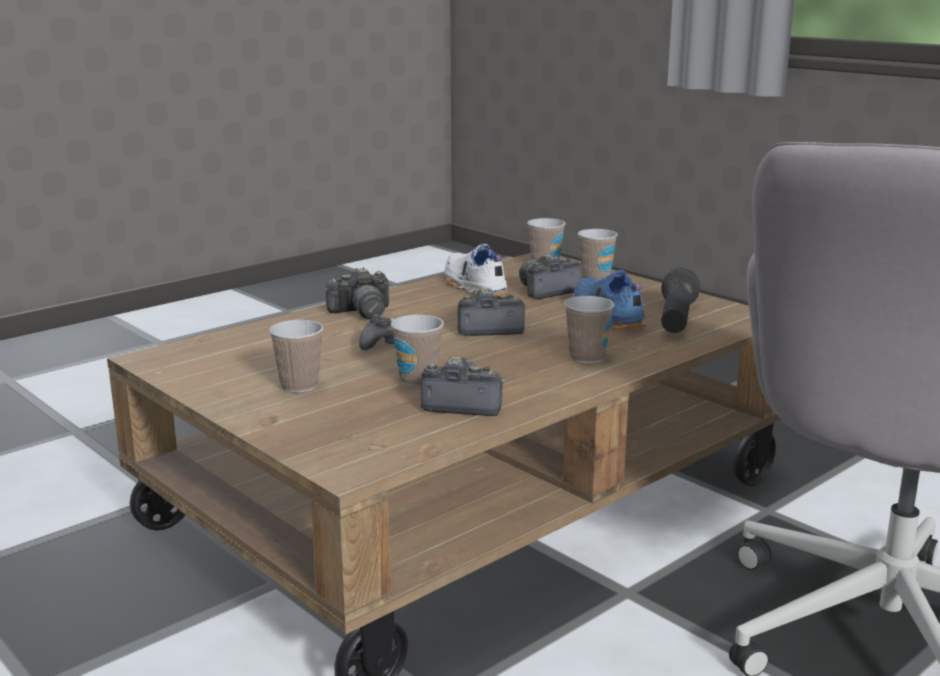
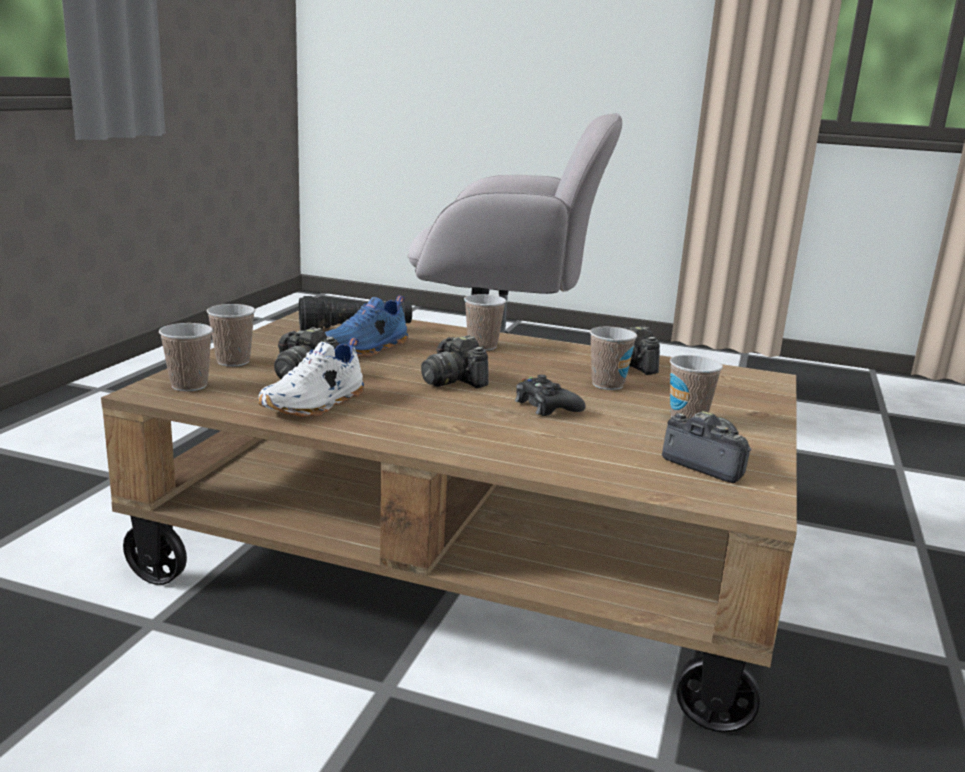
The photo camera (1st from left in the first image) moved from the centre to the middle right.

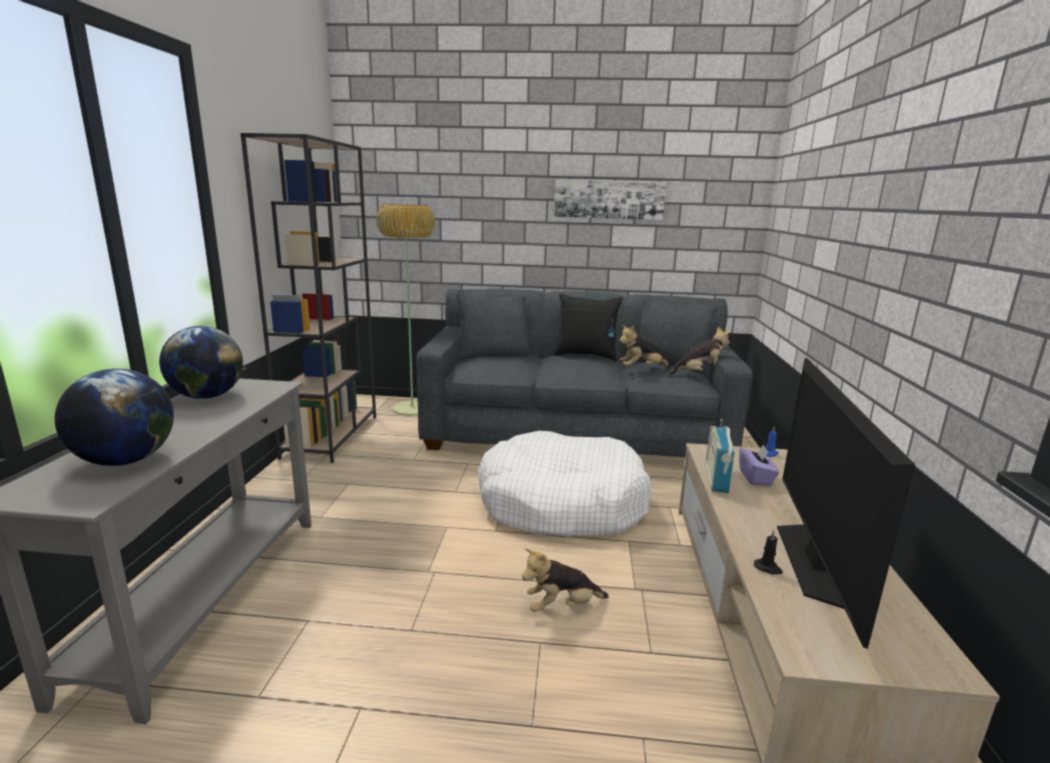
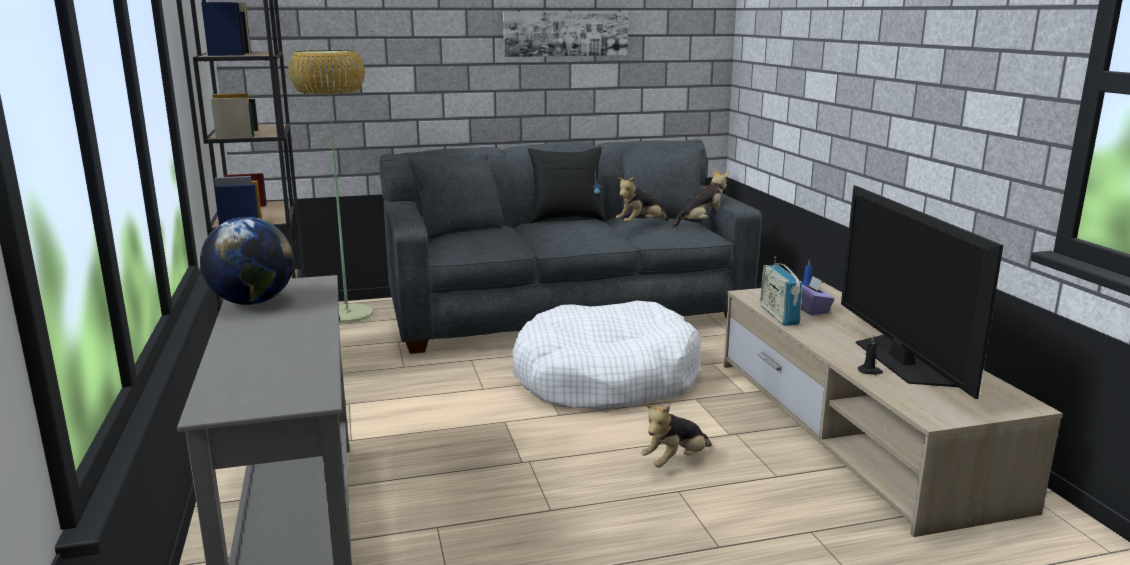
The globe (1st from left) at the middle left disappeared.

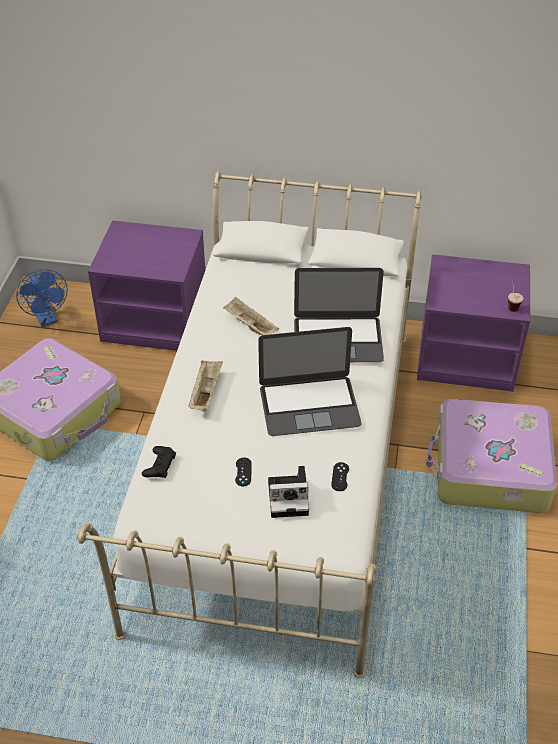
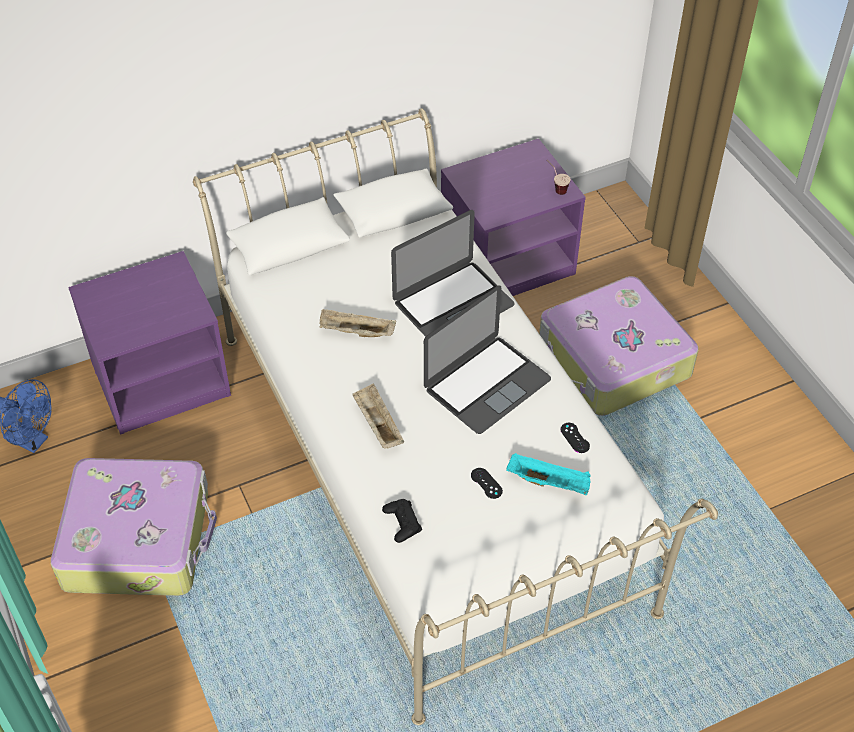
The photo camera at the centre was replaced by the tray (turquoise) at the centre.

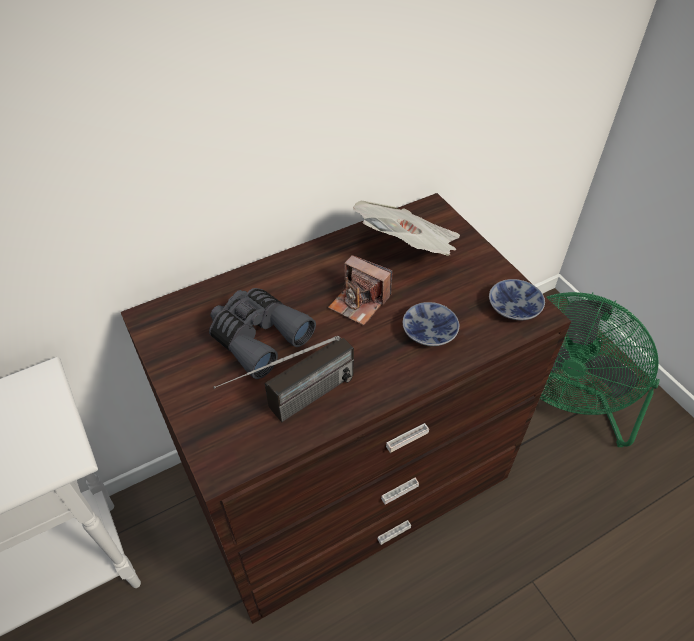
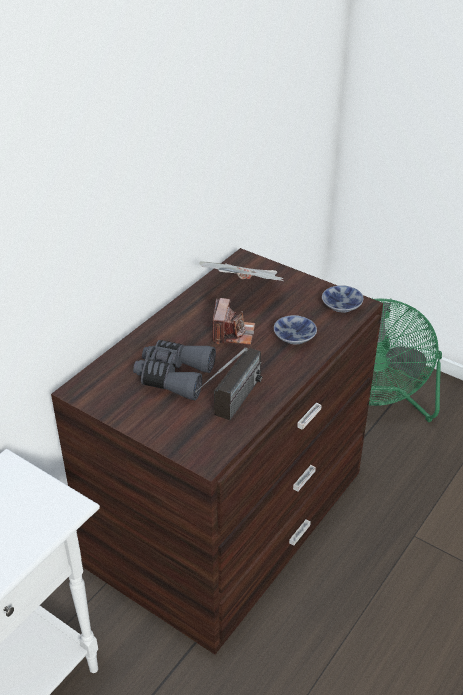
The photo camera at the centre turned 90 degrees counterclockwise.

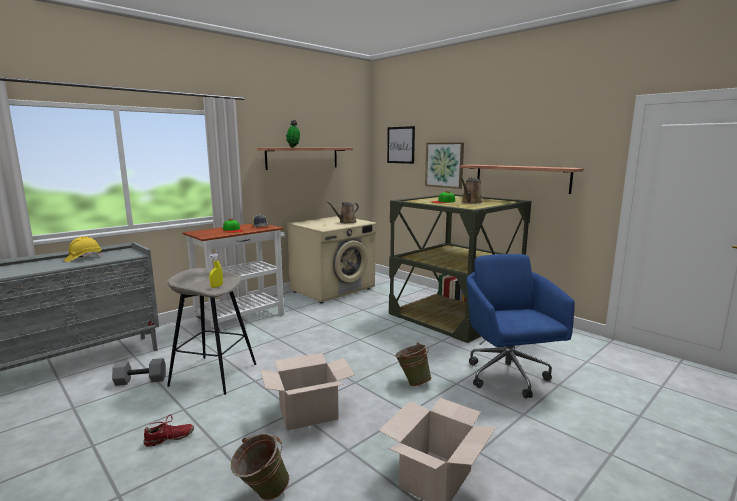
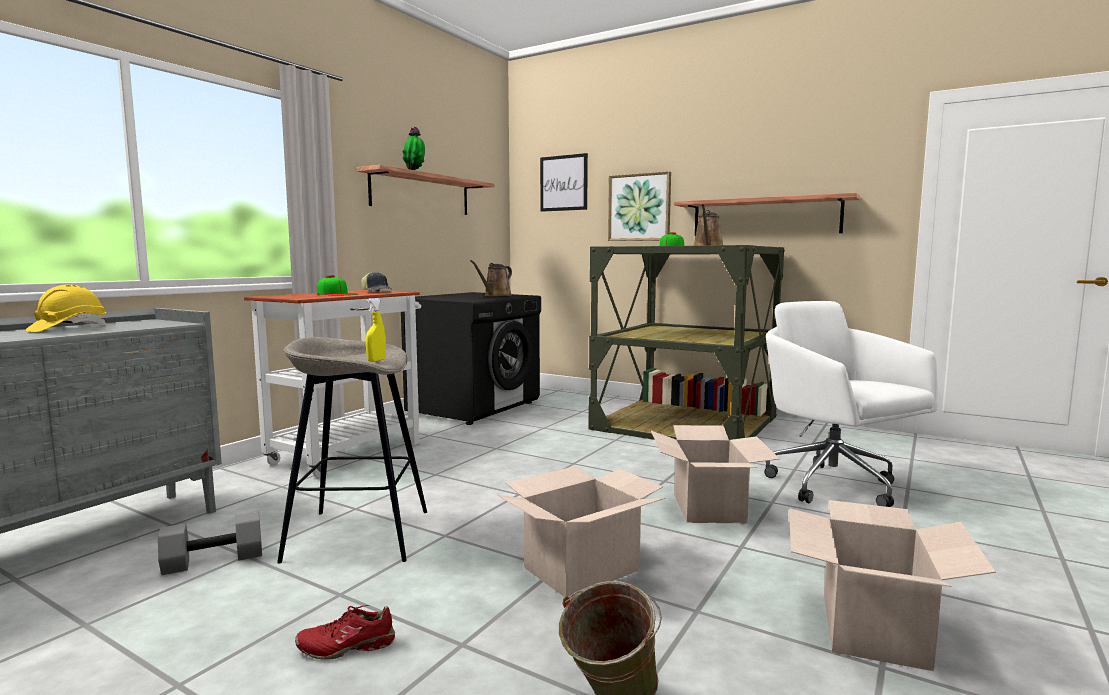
The shoe (red) at the bottom left turned 150 degrees counterclockwise.
The washing machine (beige) at the centre became the washing machine (black) at the centre.
The bucket (green) (2nd from left) at the bottom centre was replaced by the cardboard box (2nd from left) at the bottom centre.
The office chair (blue) at the middle right became the office chair (white) at the middle right.

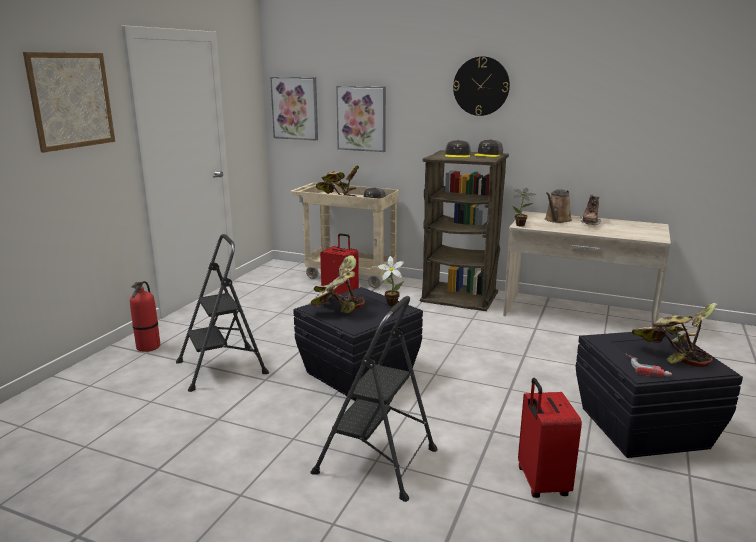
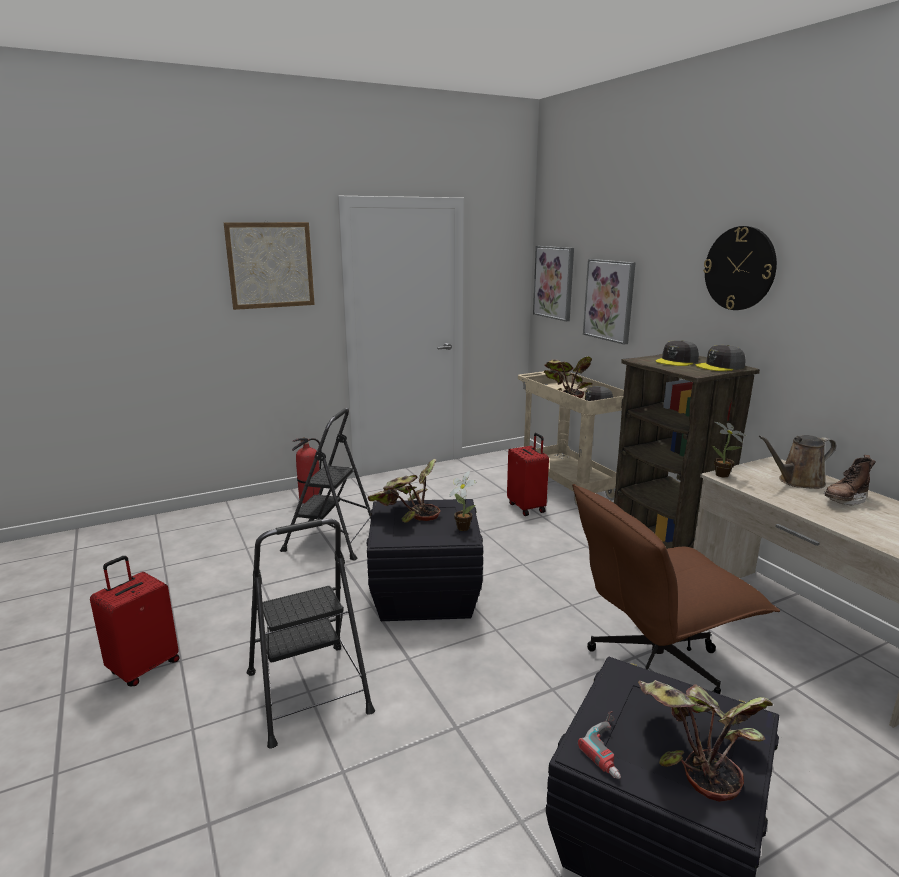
The suitcase (red) (2nd from left in the first image) moved from the bottom right to the bottom left.
The office chair (brown) at the bottom right appeared.

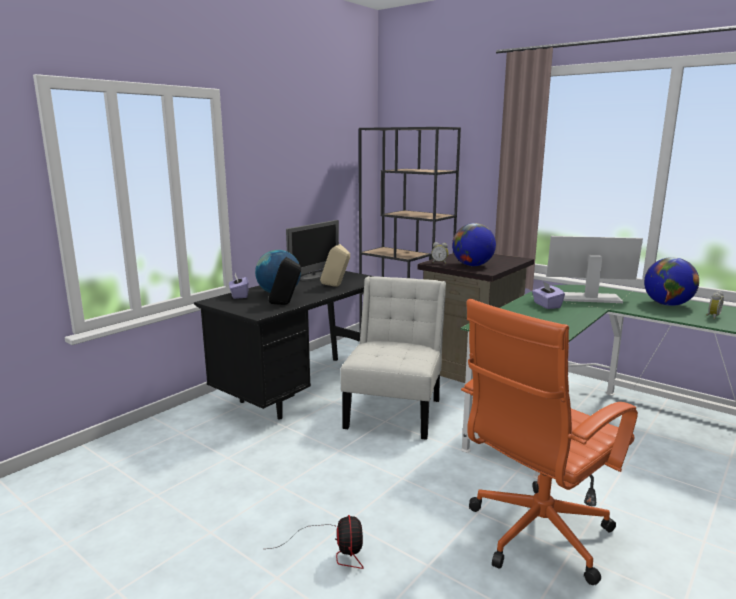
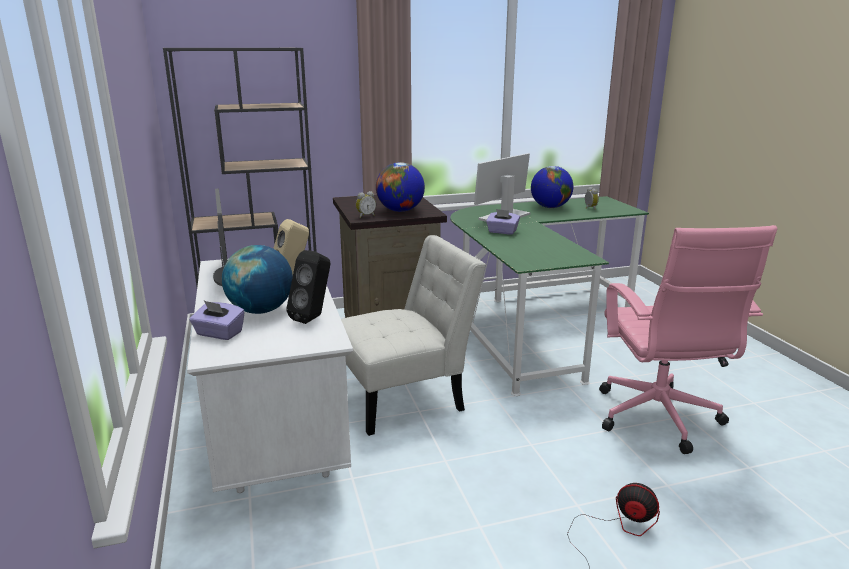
The desk (black) at the centre became the desk (white) at the middle left.
The chair (white) at the centre turned 105 degrees clockwise.
The office chair (orange) at the bottom right became the office chair (pink) at the middle right.

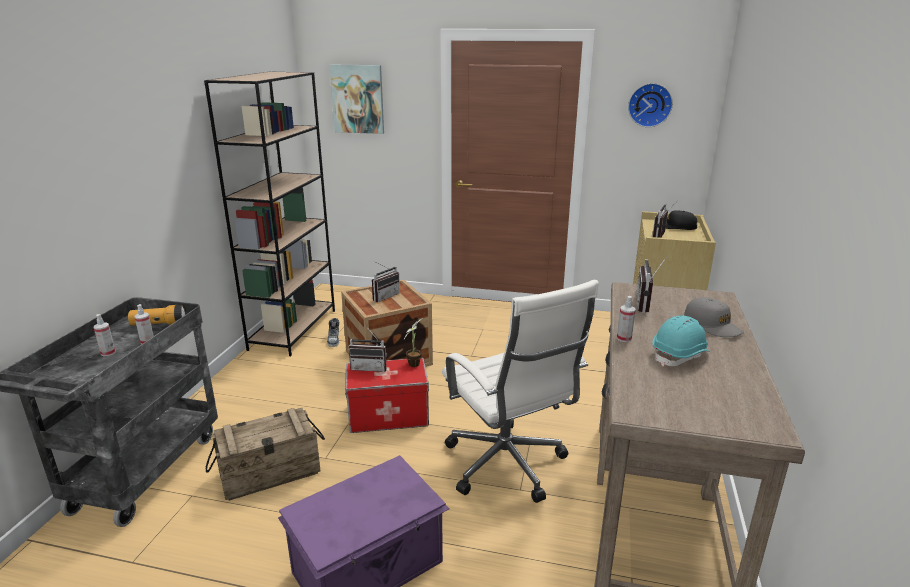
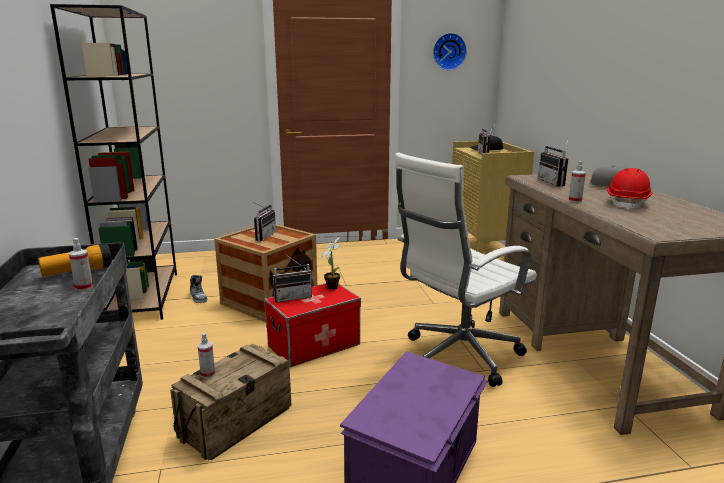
The spray bottle (1st from left in the first image) moved from the middle left to the bottom left.
The picture at the top centre disappeared.
The office chair (white) at the centre turned 105 degrees clockwise.
The hard hat (turquoise) at the middle right became the hard hat (red) at the middle right.

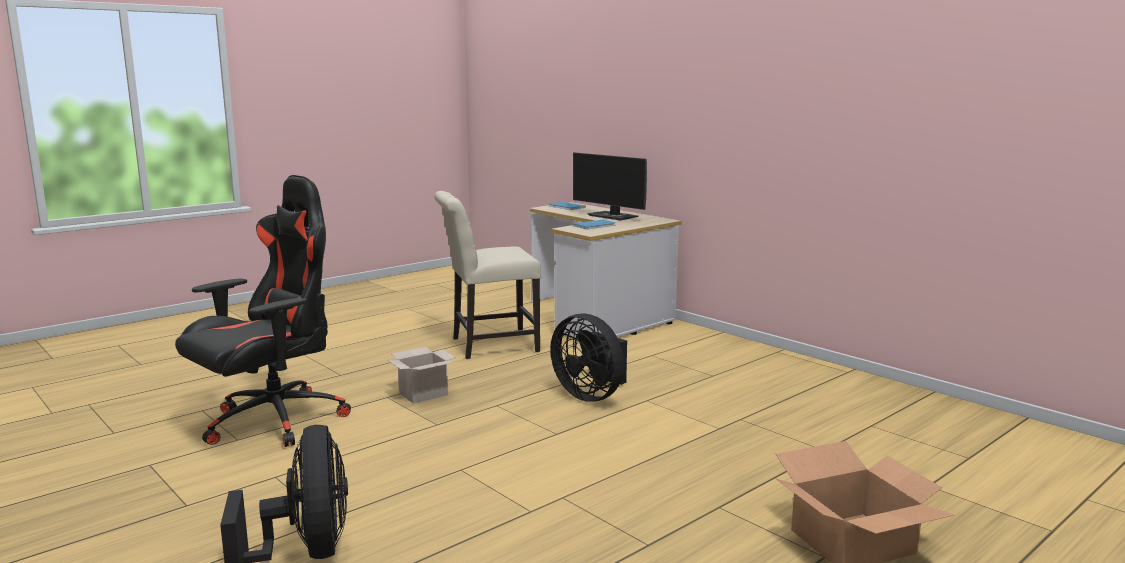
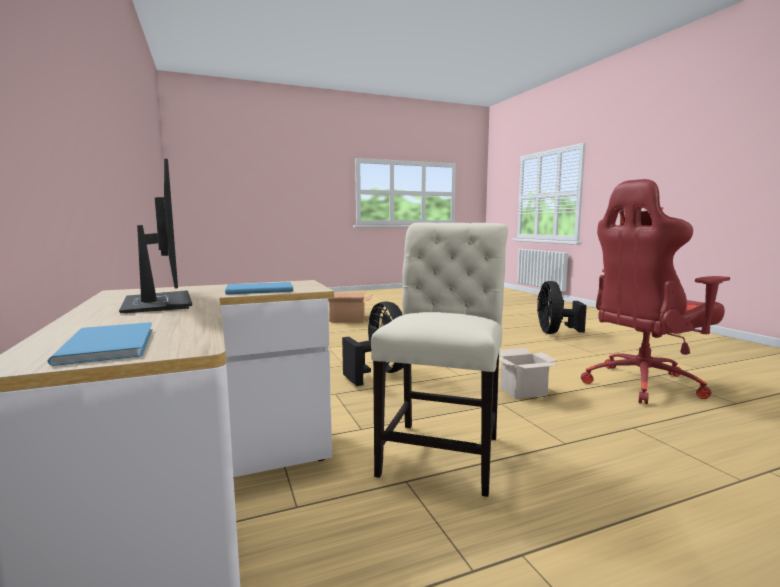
The office chair (black) at the middle left became the office chair (red) at the middle right.
The chair (beige) at the centre turned 75 degrees counterclockwise.

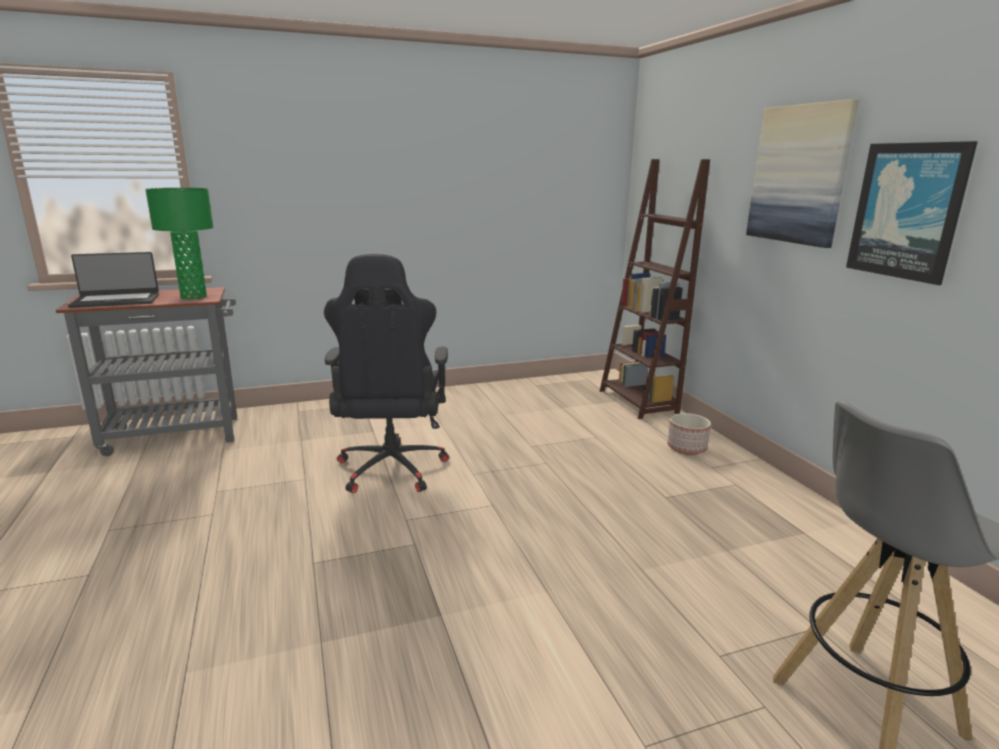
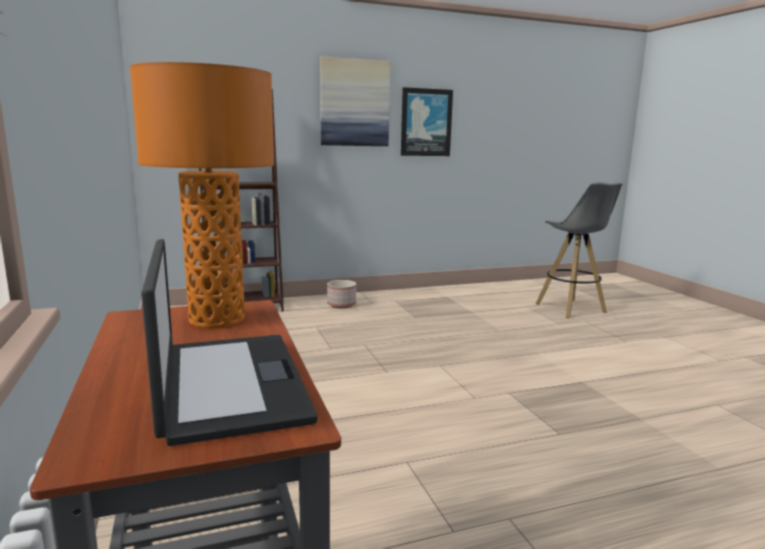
The table lamp (green) at the top left became the table lamp (orange) at the middle left.
The office chair (black) at the centre disappeared.

